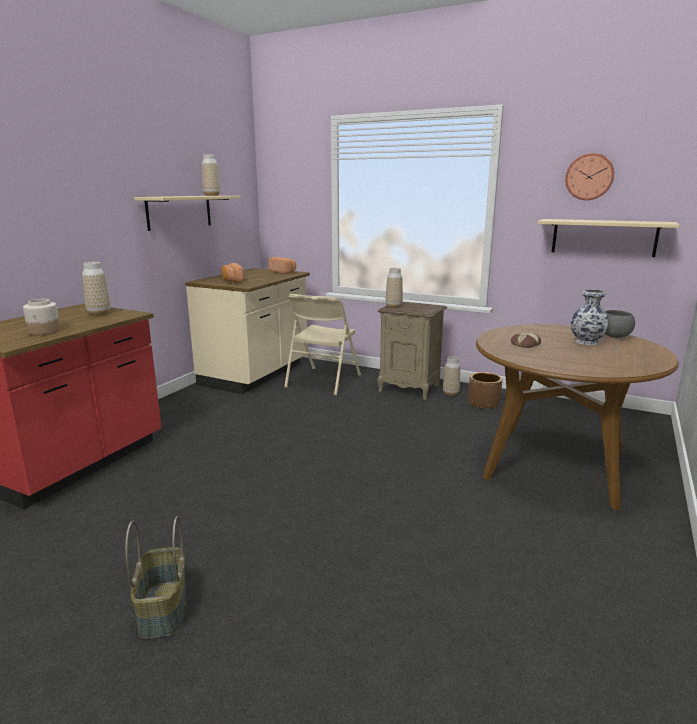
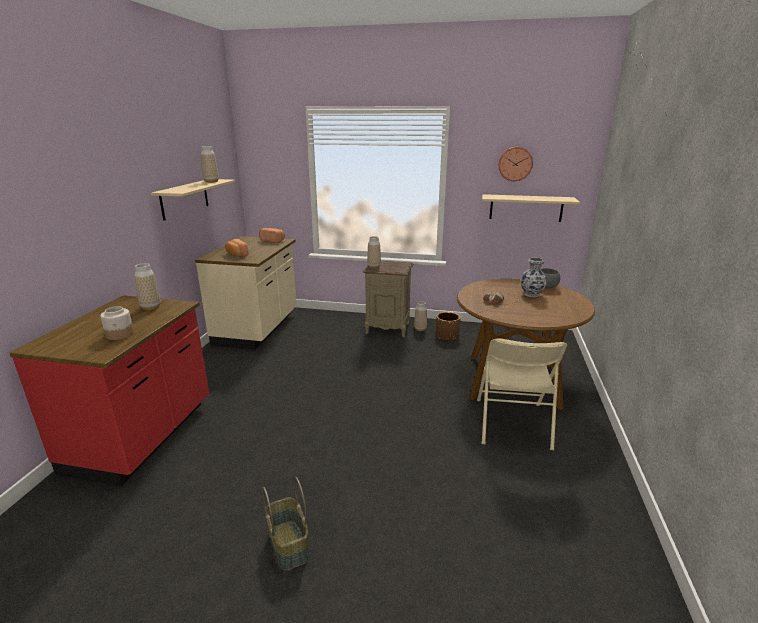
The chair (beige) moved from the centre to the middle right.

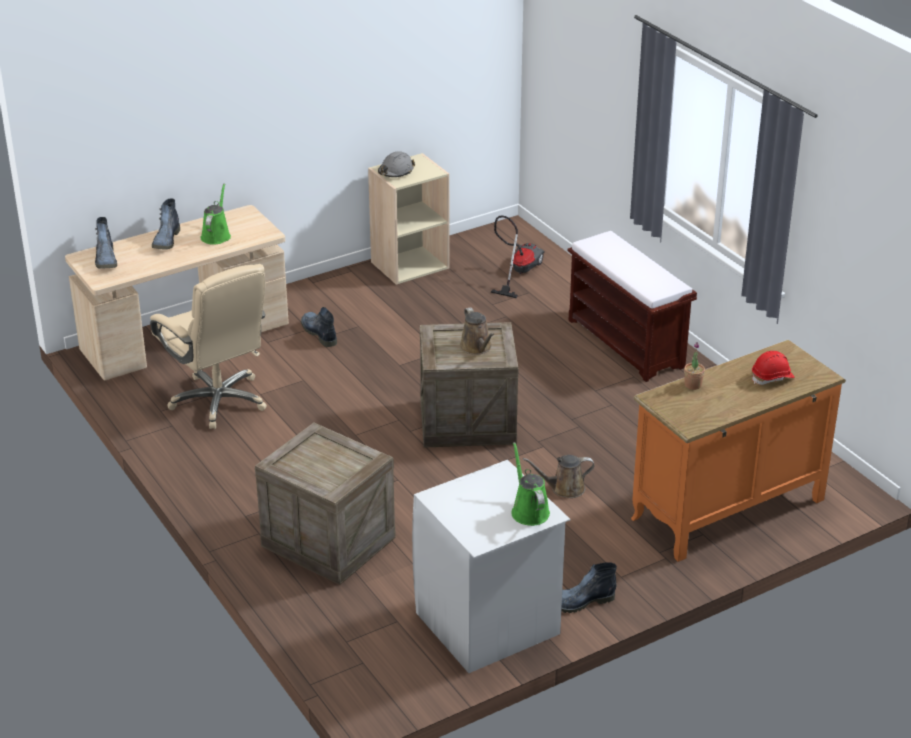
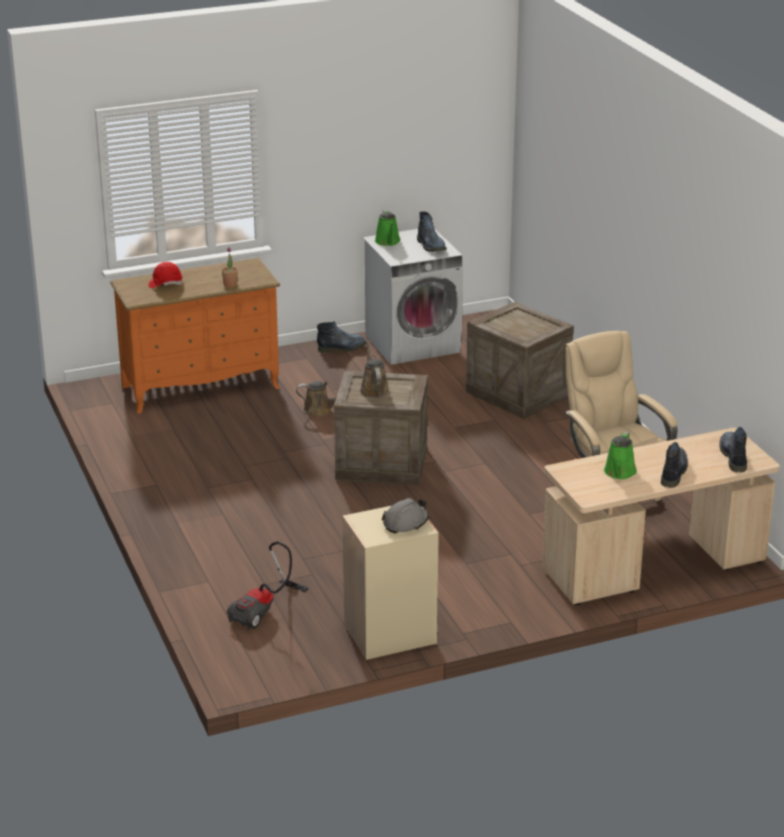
The boot (3rd from left in the first image) moved from the centre to the top centre.
The bench (brown) at the middle right disappeared.

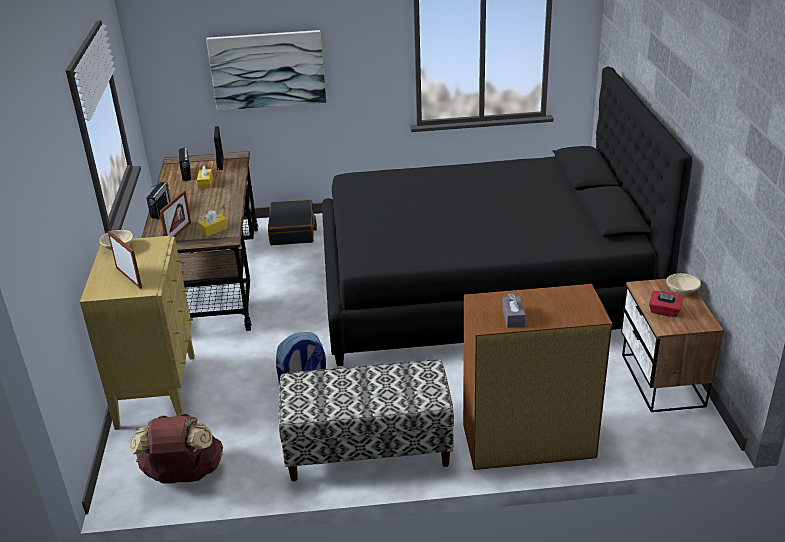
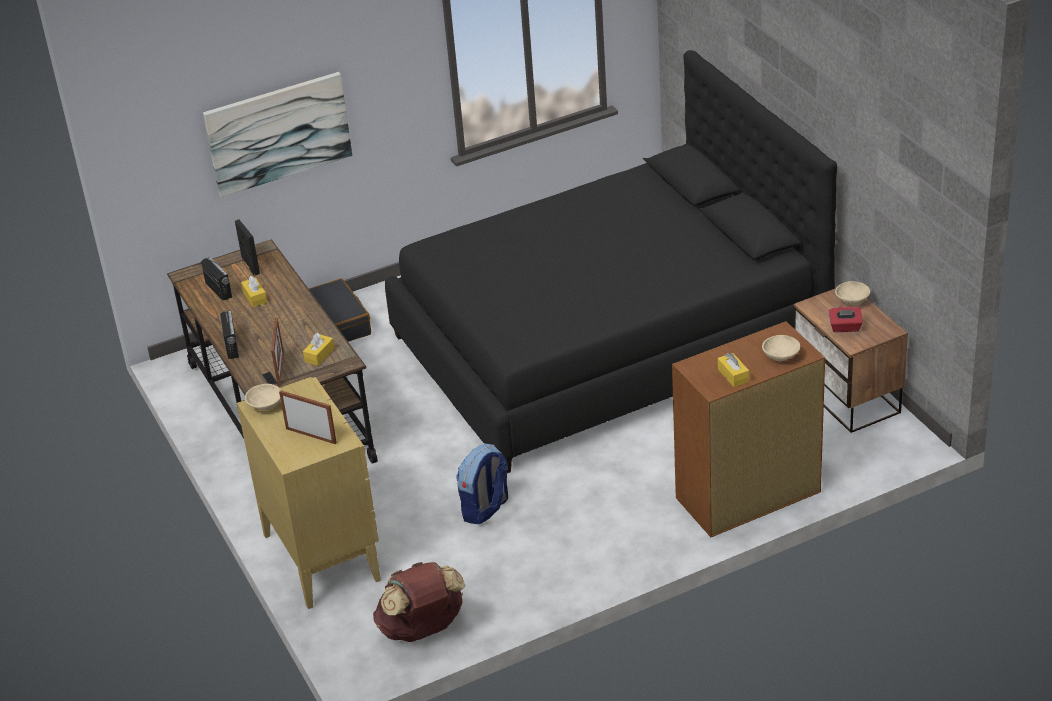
The bench at the bottom centre disappeared.
The tissue box (grey) at the centre became the tissue box (yellow) (3rd from left) at the middle right.
The bowl (beige) (2nd from left) at the middle right appeared.

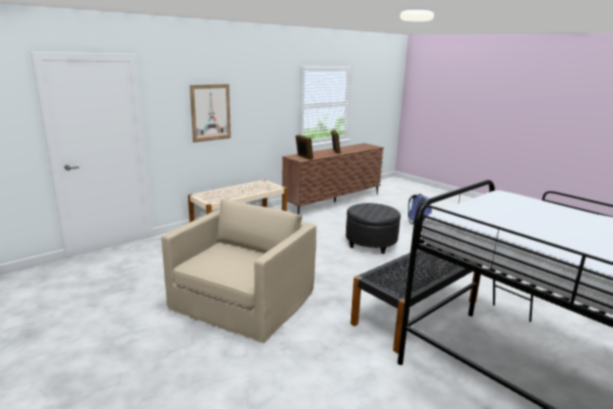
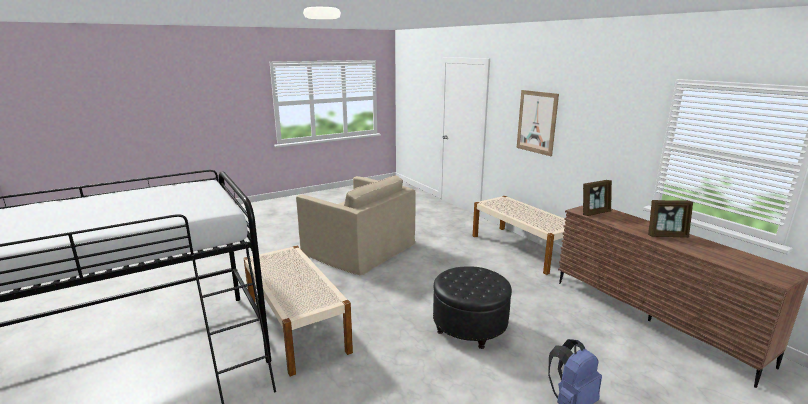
The bench (black) at the bottom right became the bench (beige) (1st from left) at the bottom centre.

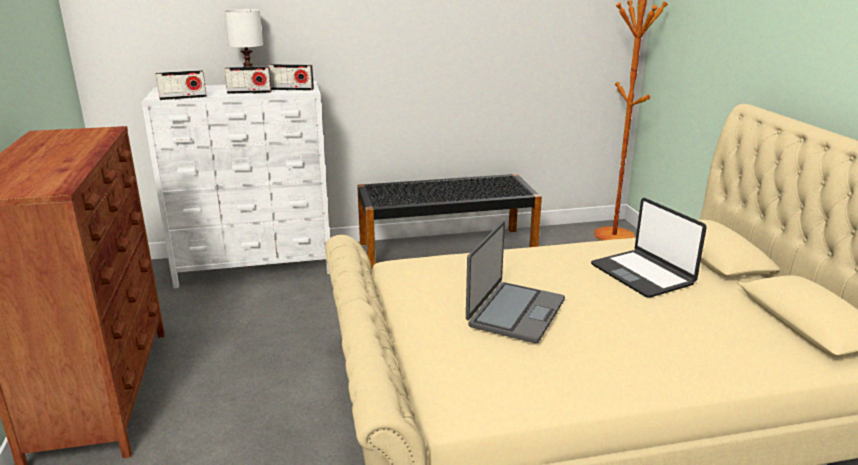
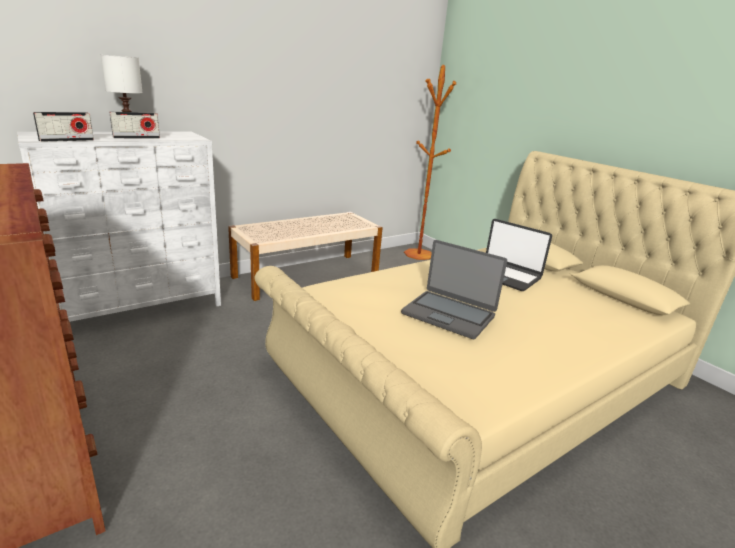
The radio (3rd from left) at the top centre disappeared.
The bench (black) at the centre became the bench (beige) at the centre.
The laptop (1st from left) at the centre turned 120 degrees clockwise.

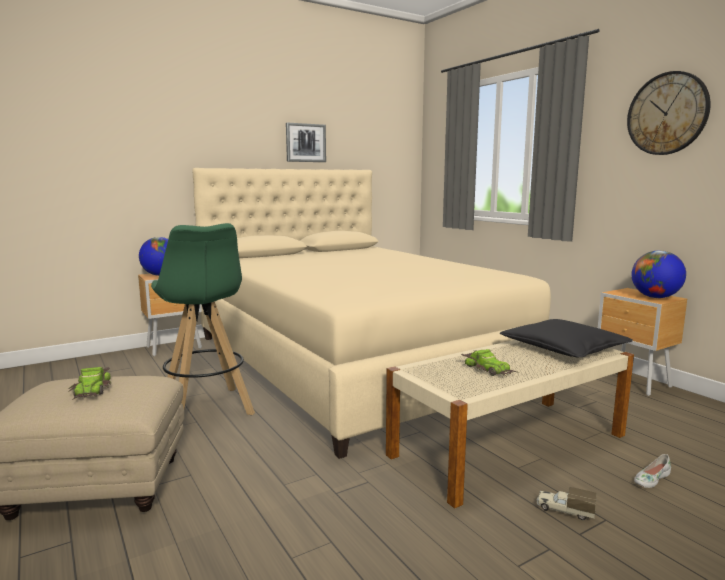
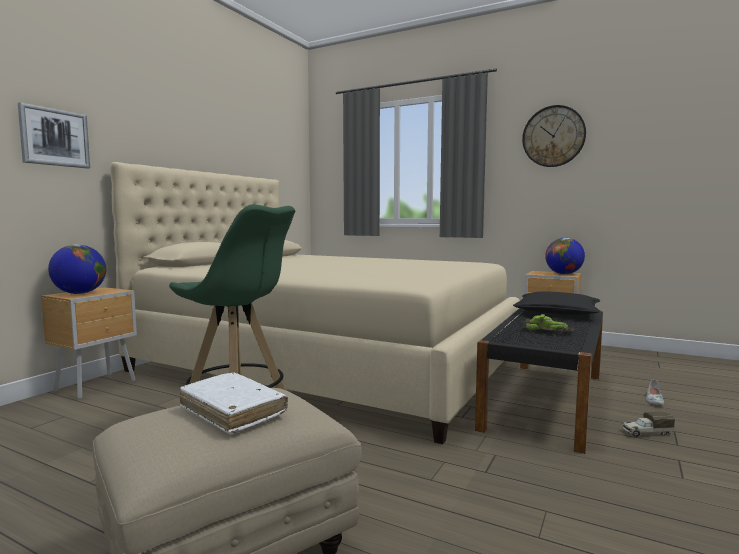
The toy car (1st from left) at the middle left was replaced by the book (white) at the bottom left.
The picture moved from the top centre to the top left.
The bench (beige) at the bottom right became the bench (black) at the bottom right.

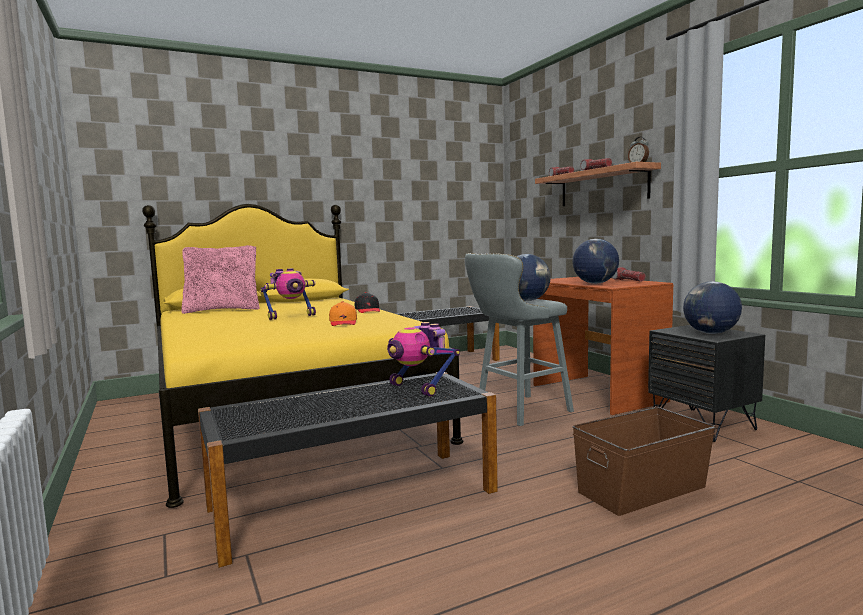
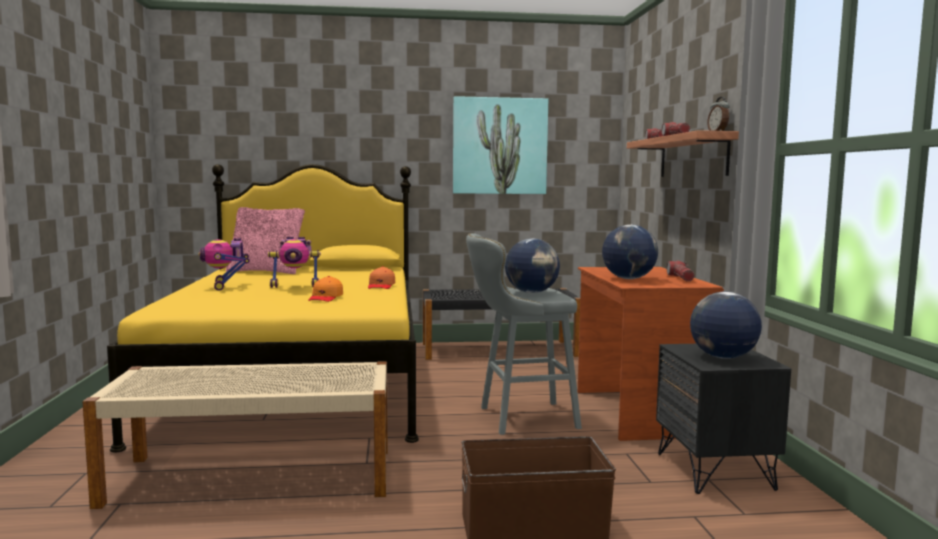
The bench (black) (1st from left) at the bottom centre became the bench (beige) at the bottom left.
The cap (black) at the centre became the cap (orange) (2nd from left) at the centre.
The toy robot (2nd from left in the first image) moved from the centre to the middle left.
The picture at the top centre appeared.

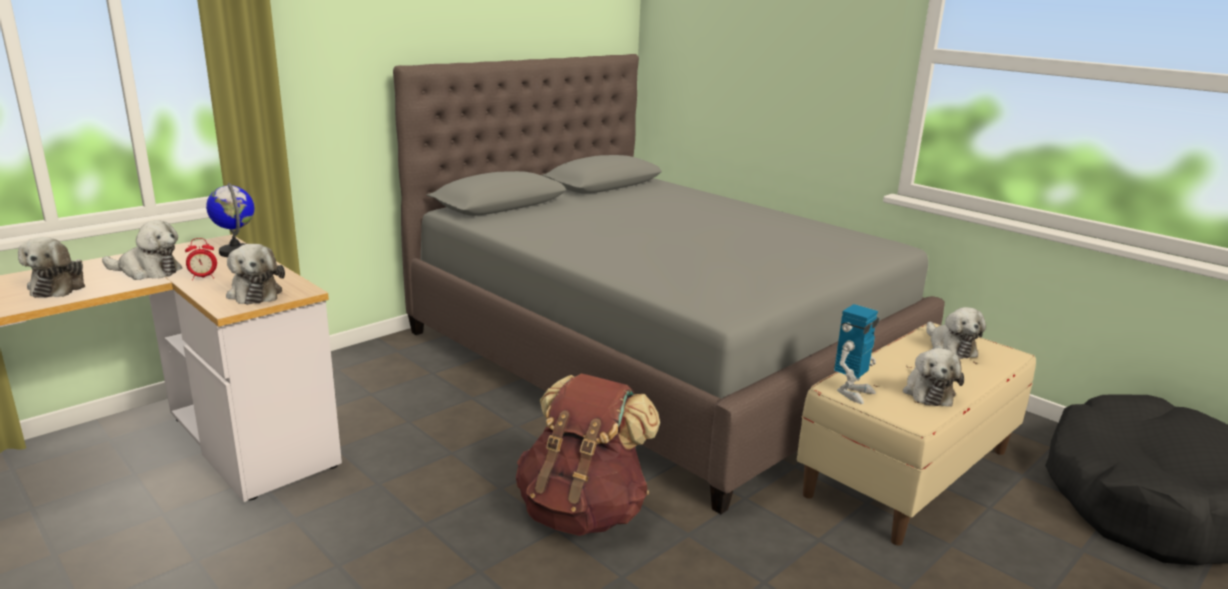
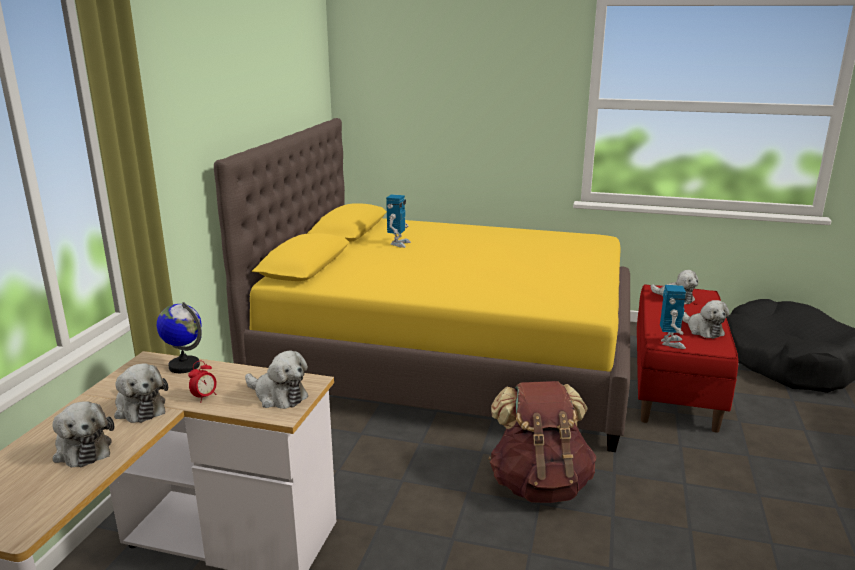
The plush toy (2nd from left) at the middle left turned 75 degrees clockwise.
The bed (grey) at the centre became the bed (yellow) at the centre.
The bench (beige) at the bottom right became the bench (red) at the middle right.
The toy robot (1st from left) at the centre appeared.

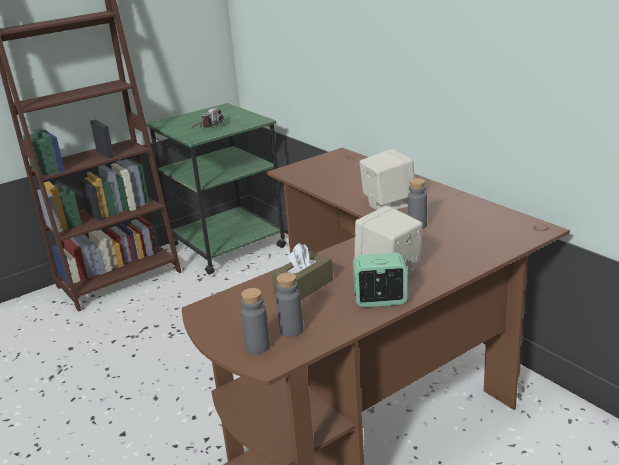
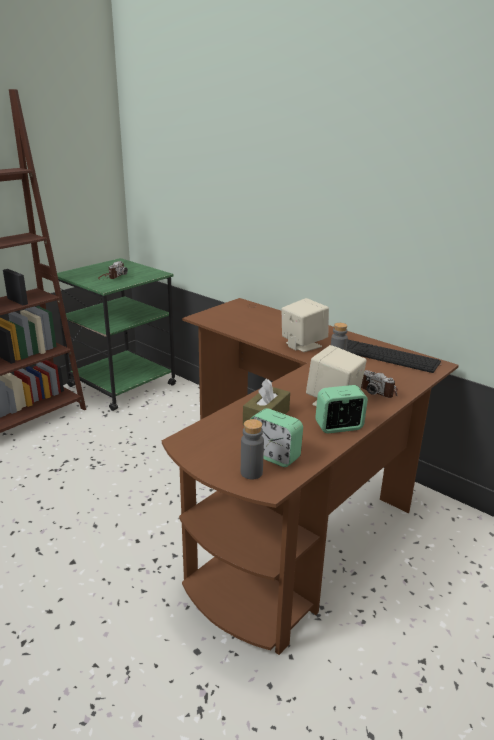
The bottle (grey) (2nd from left) at the centre was replaced by the alarm clock (1st from left) at the centre.
The keyboard at the middle right appeared.
The photo camera (2nd from left) at the middle right appeared.

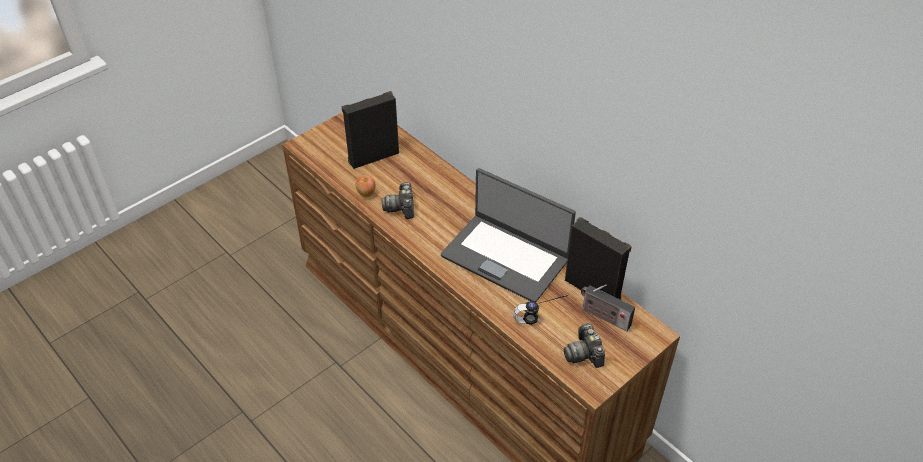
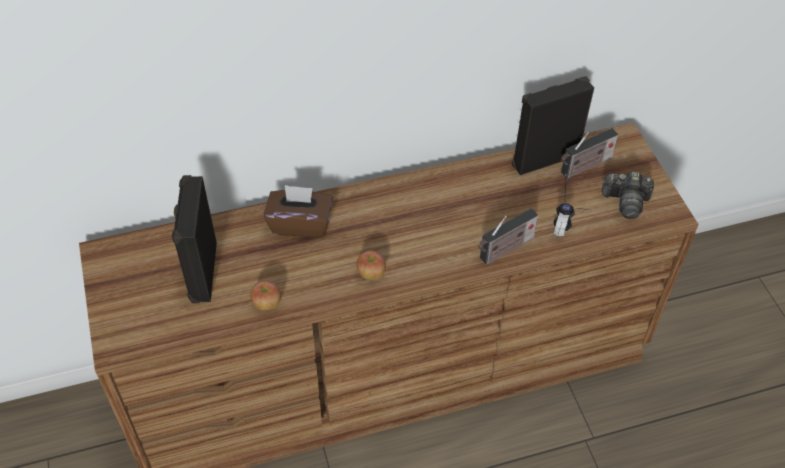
The photo camera (1st from left) at the centre disappeared.
The laptop at the centre disappeared.
The tissue box (brown) at the centre appeared.
The apple (2nd from left) at the centre appeared.
The radio (1st from left) at the centre appeared.

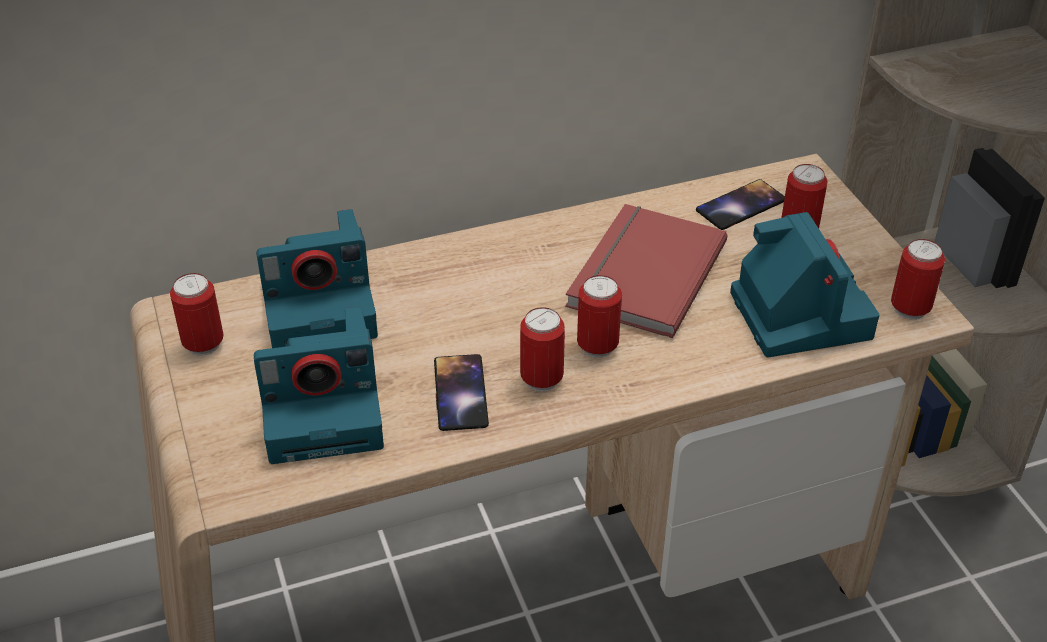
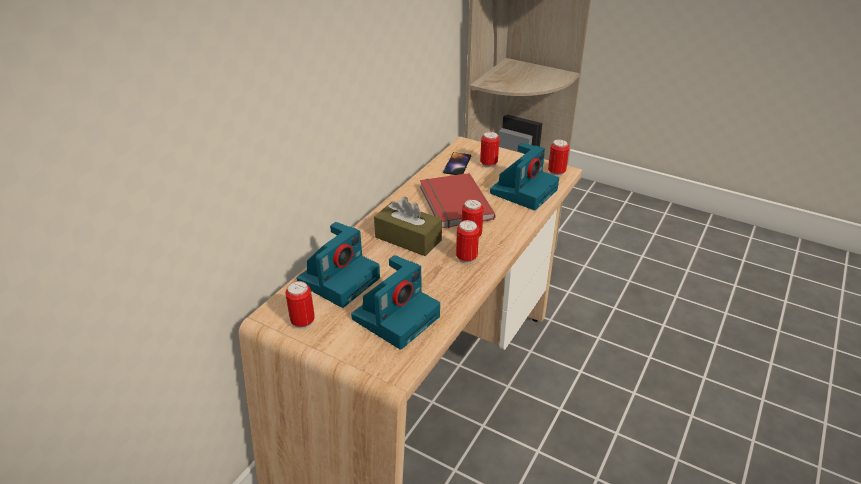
The phone (1st from left) at the centre disappeared.
The photo camera (3rd from left) at the middle right turned 90 degrees clockwise.
The tissue box (brown) at the centre appeared.

